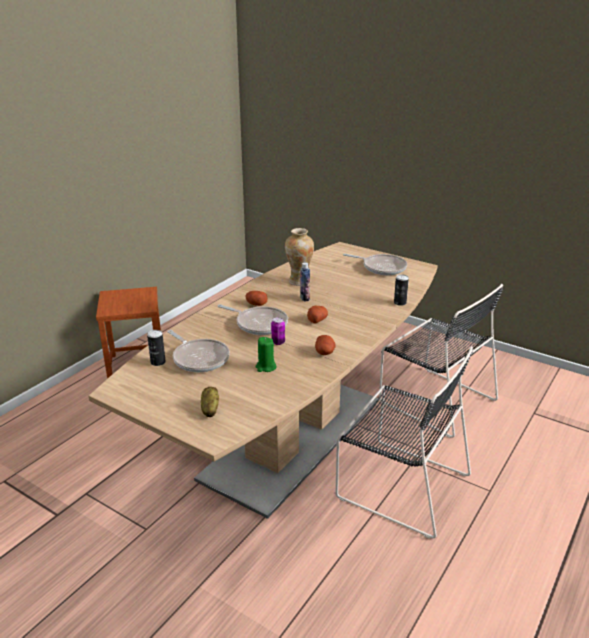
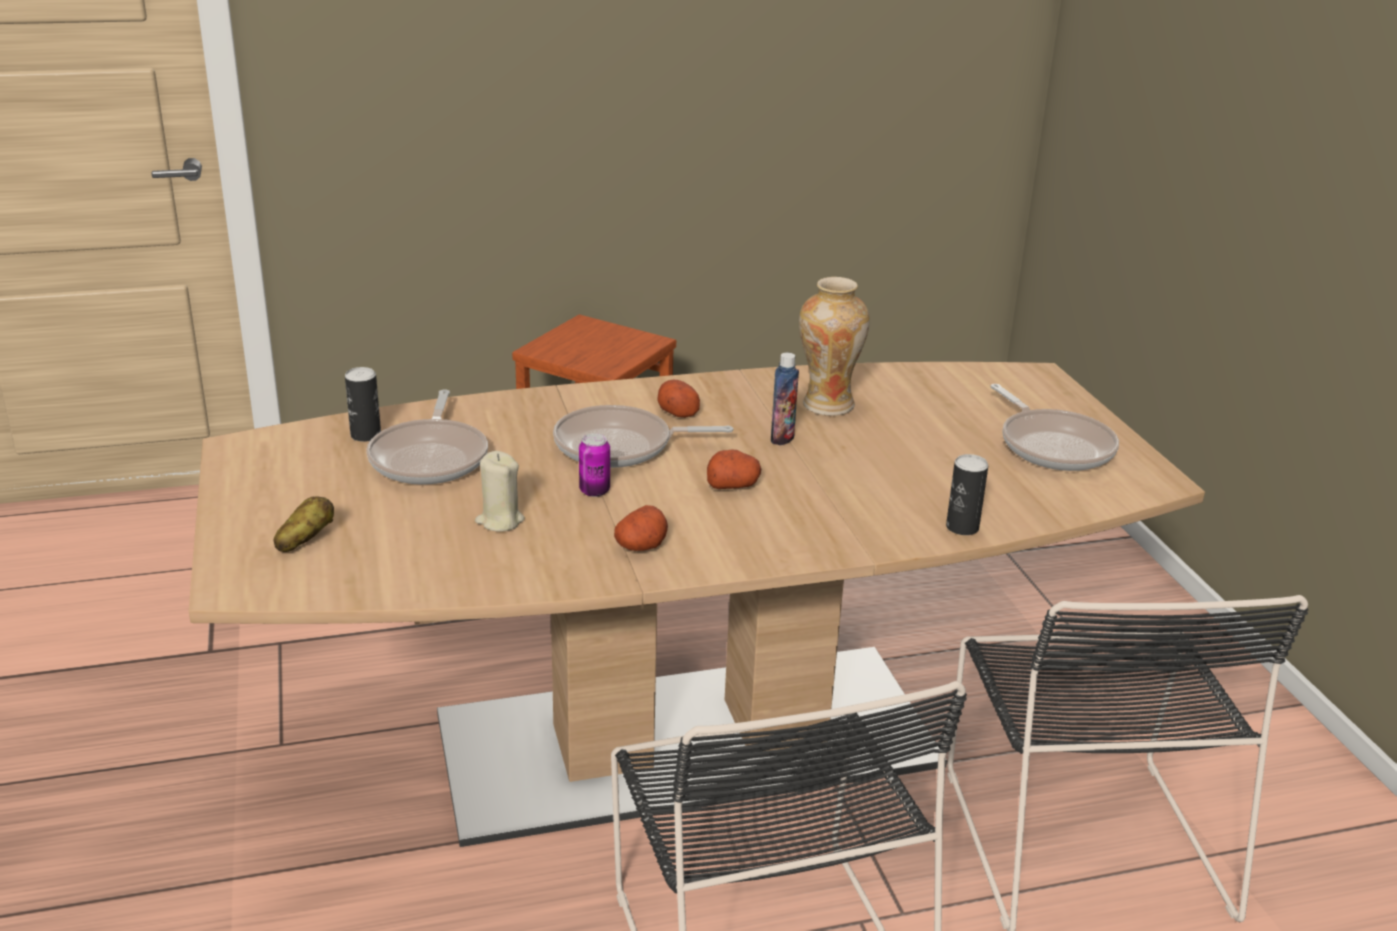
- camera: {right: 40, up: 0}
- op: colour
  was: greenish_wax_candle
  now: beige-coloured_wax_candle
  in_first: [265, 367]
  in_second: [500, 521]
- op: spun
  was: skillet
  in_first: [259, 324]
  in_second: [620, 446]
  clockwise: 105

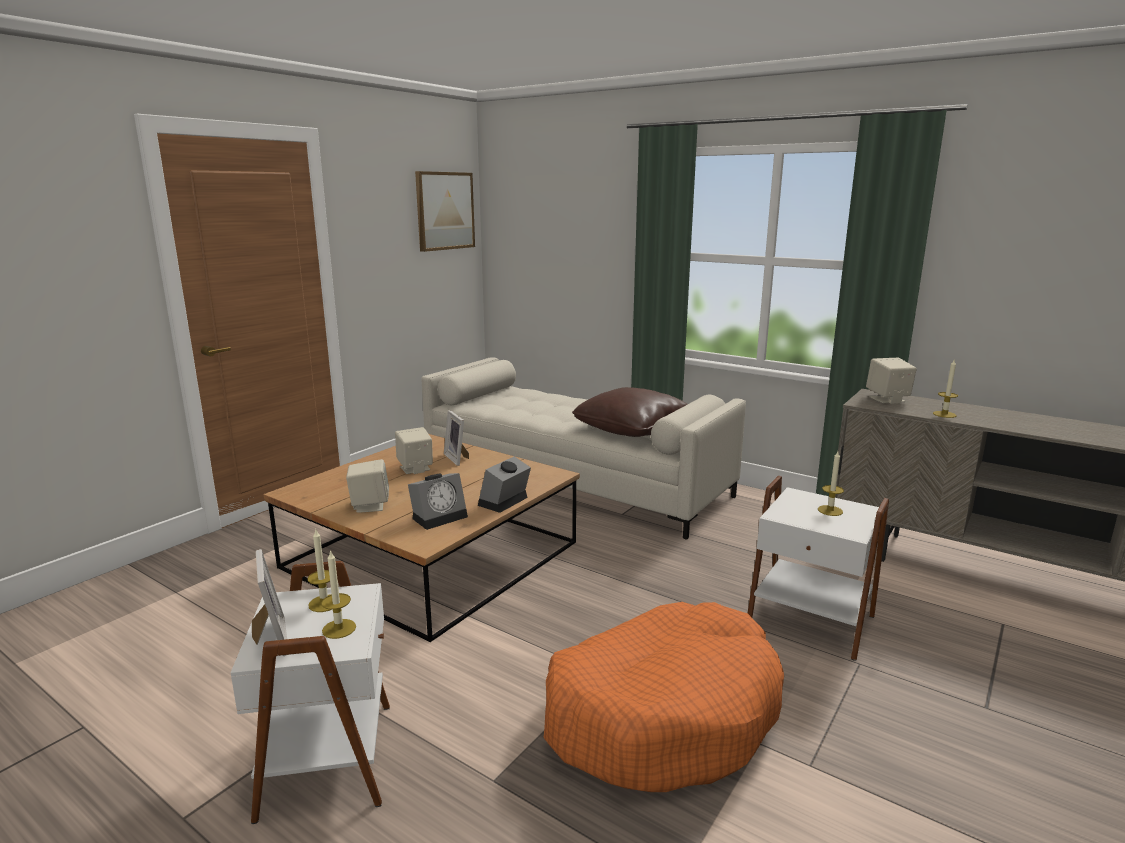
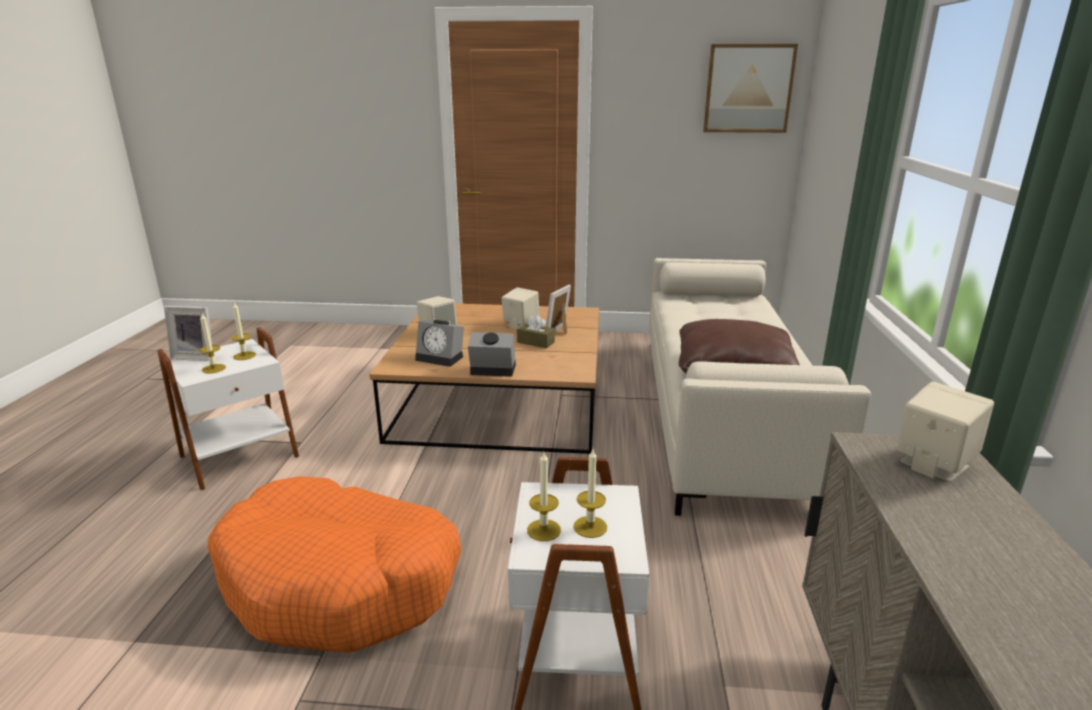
- camera: {right: 60, up: 5}
- op: spun
  was: picture_frame
  in_first: [269, 639]
  in_second: [197, 356]
  clockwise: 60
- op: appeared
  now: brown-coloured_tissue_box
  in_second: [535, 342]
- op: relocated
  was: wax_candle
  in_first: [944, 414]
  in_second: [543, 530]

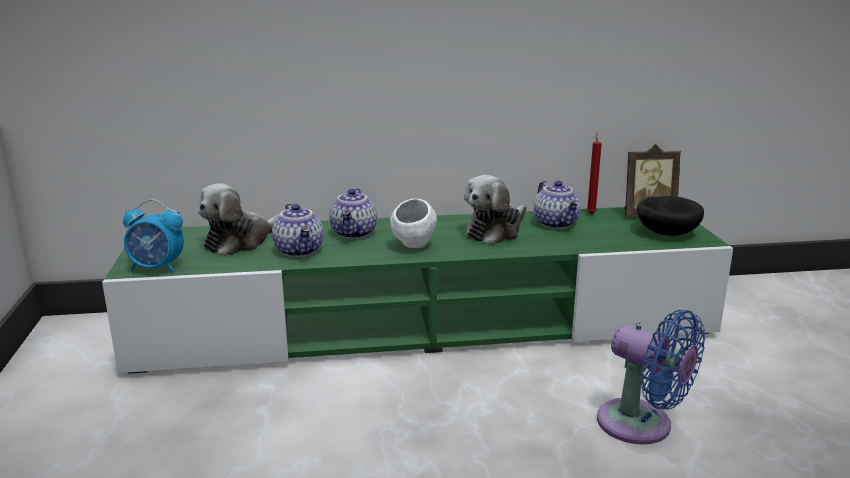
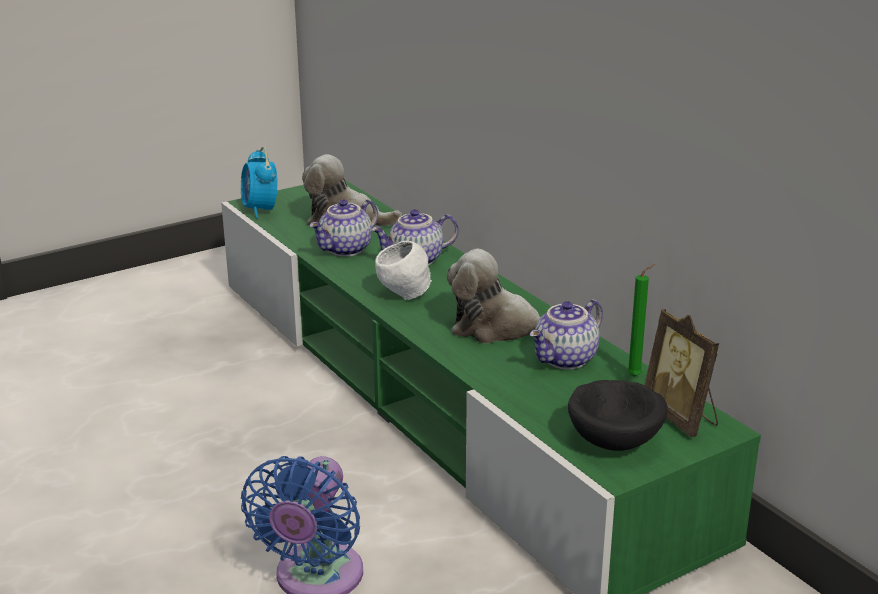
- camera: {right: 65, up: 5}
- op: colour
  was: reddish_wax_candle
  now: greenish_wax_candle
  in_first: [591, 213]
  in_second: [636, 376]

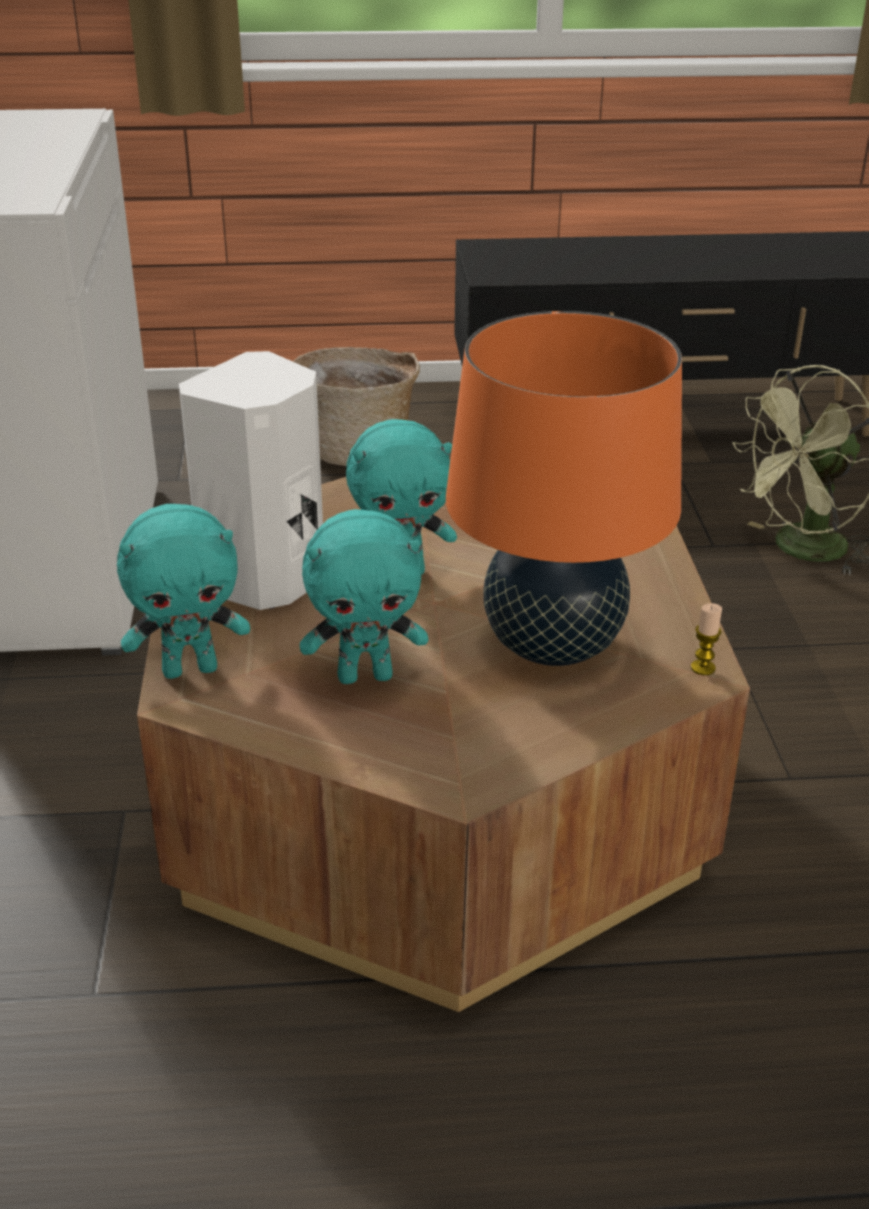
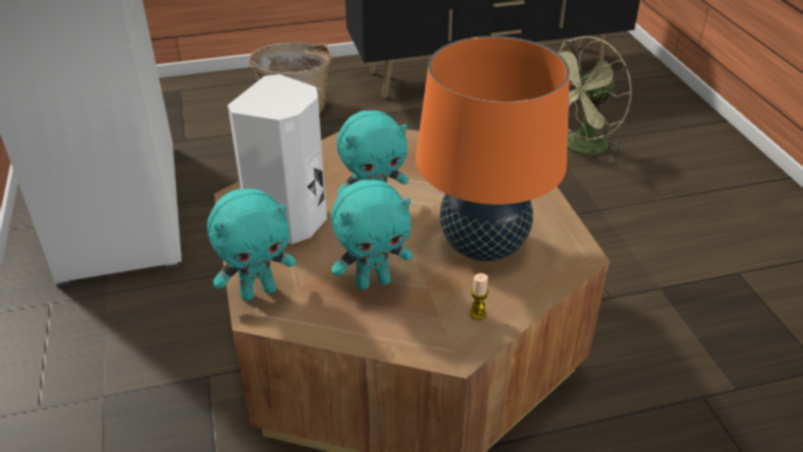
- camera: {right: -10, up: 5}
- op: relocated
  was: wax_candle
  in_first: [703, 668]
  in_second: [477, 313]

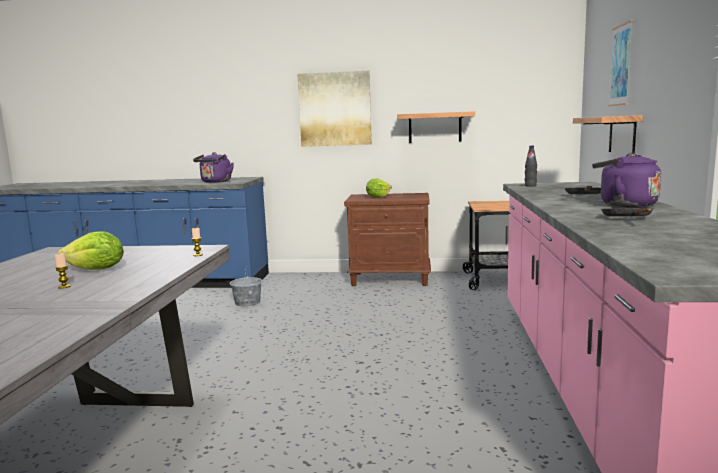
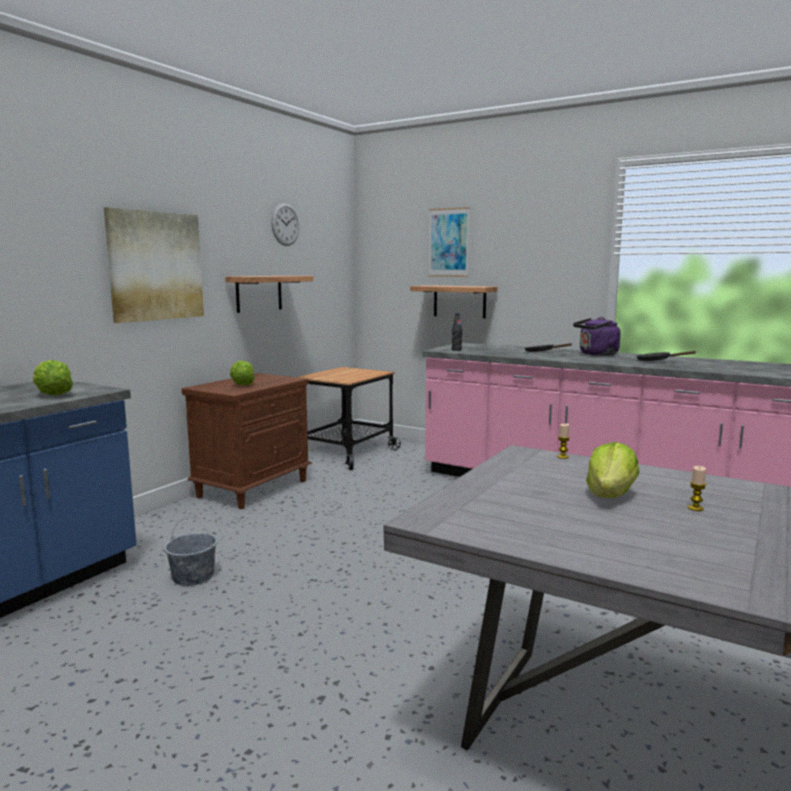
- camera: {right: -65, up: 0}
- op: exchanged
  was: purple-coloured_tea_kettle
  now: head_of_lettuce
  in_first: [215, 182]
  in_second: [52, 395]
- op: appeared
  now: wall_clock
  in_second: [285, 224]

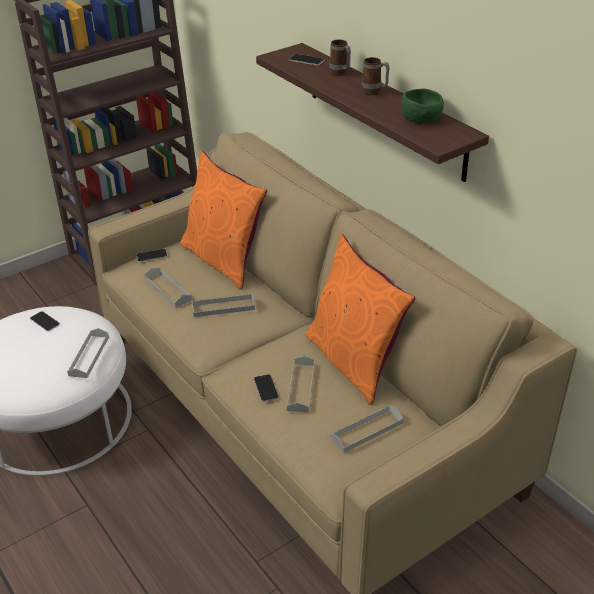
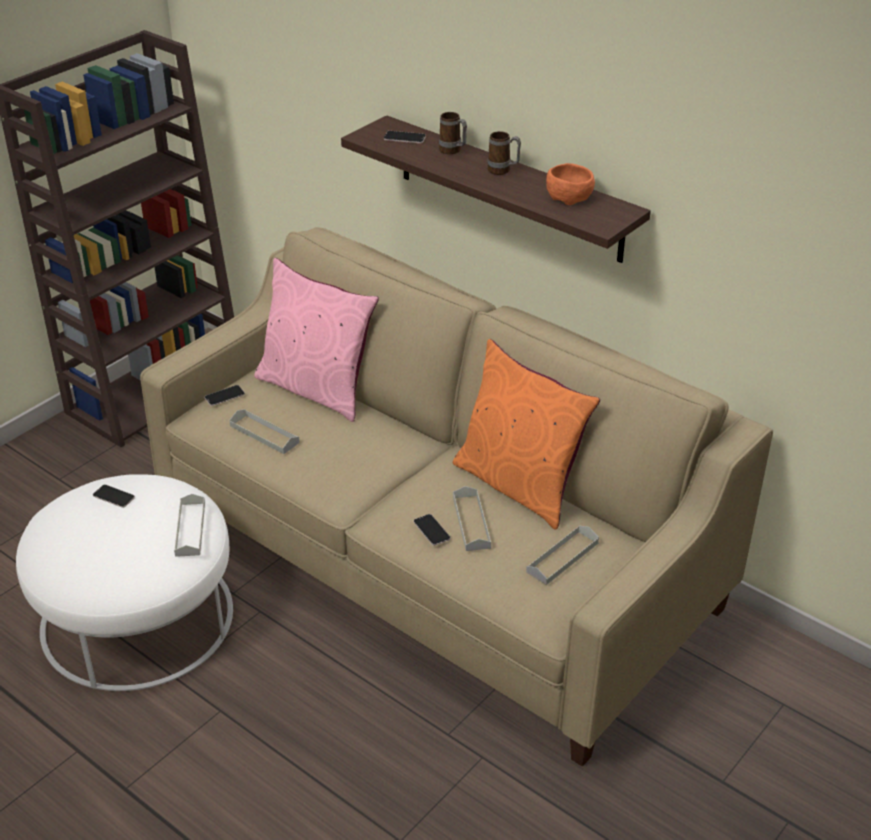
- camera: {right: -15, up: 0}
- op: colour
  was: orange_cushion
  now: pink-coloured_cushion
  in_first: [224, 260]
  in_second: [317, 389]
- op: colour
  was: greenish_bowl
  now: orange_bowl
  in_first: [421, 117]
  in_second: [569, 196]
- op: missing
  was: gray_serving_tray
  in_first: [223, 307]

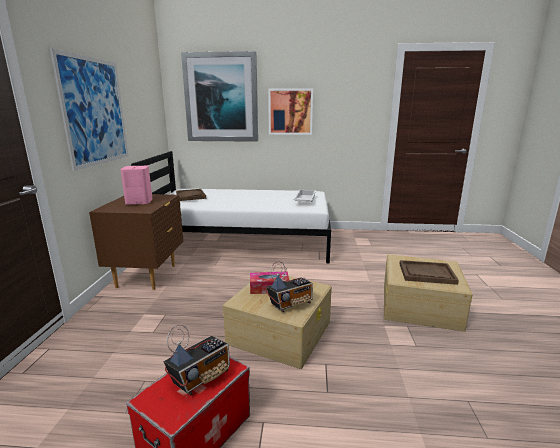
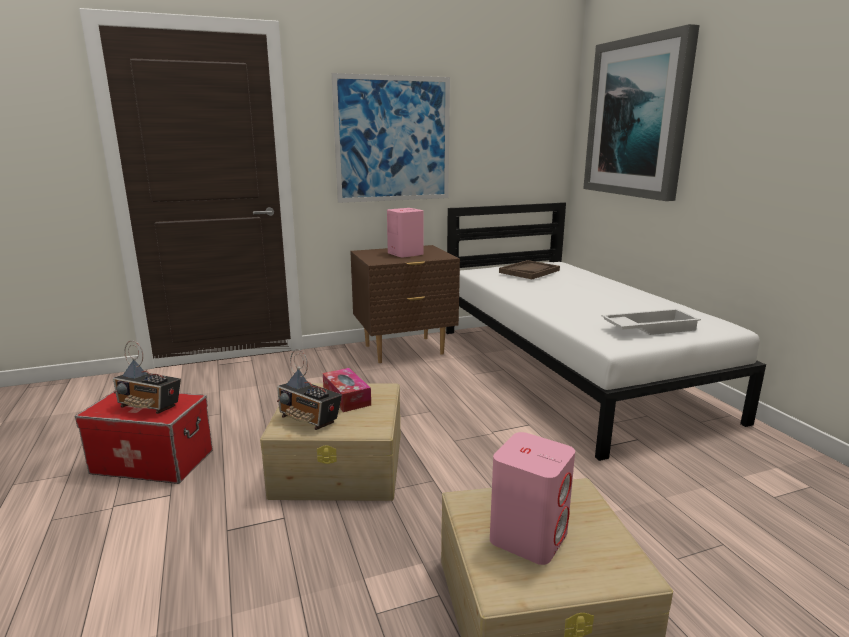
- camera: {right: 65, up: 0}
- op: exchanged
  was: brown-coloured_serving_tray
  now: pink-coloured_loudspeaker
  in_first: [426, 273]
  in_second: [529, 536]
- op: missing
  was: wall_art
  in_first: [290, 112]

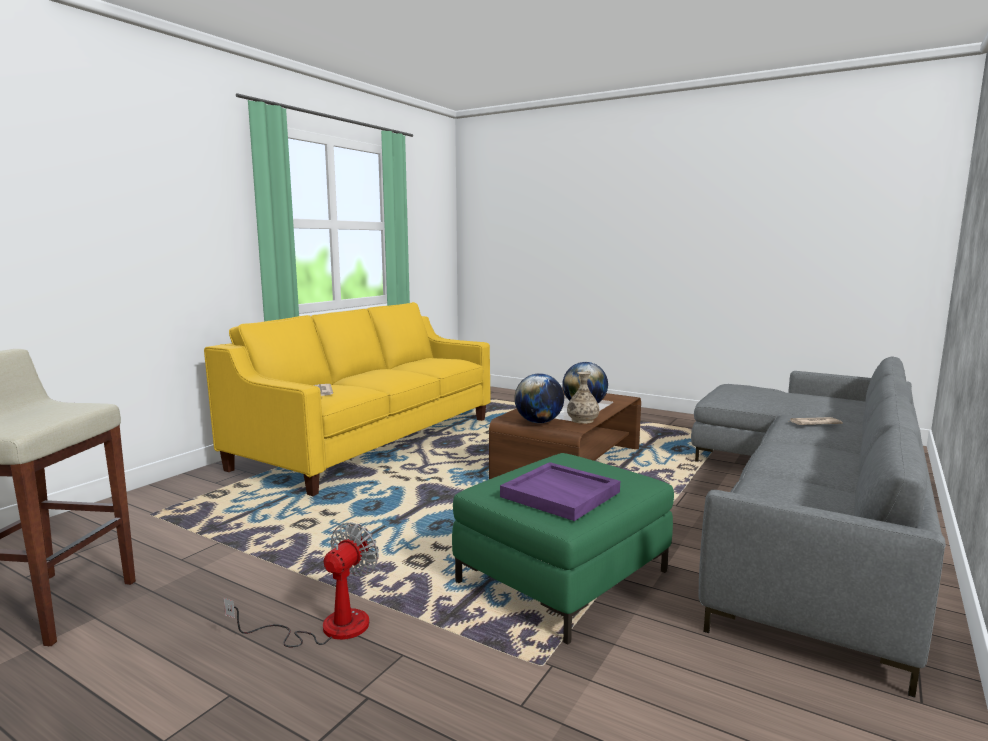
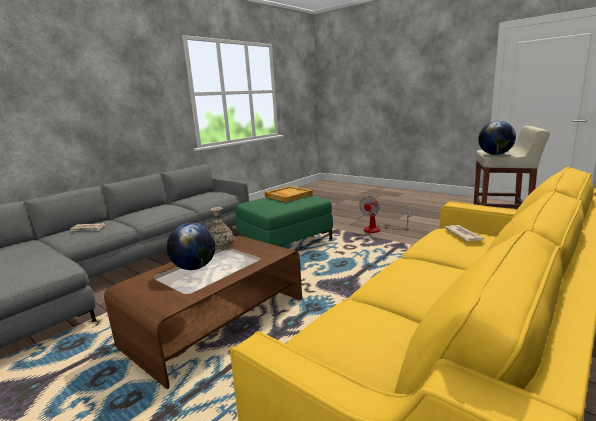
- camera: {right: -170, up: 5}
- op: colour
  was: purple-coloured_serving_tray
  now: beige-coloured_serving_tray
  in_first: [561, 494]
  in_second: [288, 195]
- op: relocated
  was: world_globe
  in_first: [538, 422]
  in_second: [495, 154]

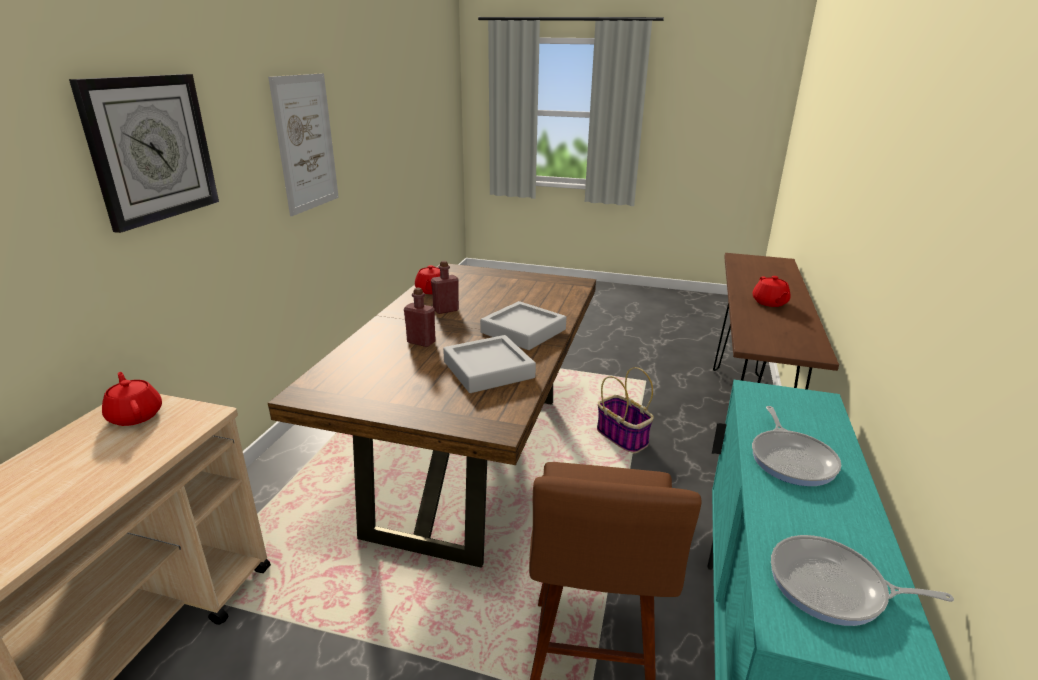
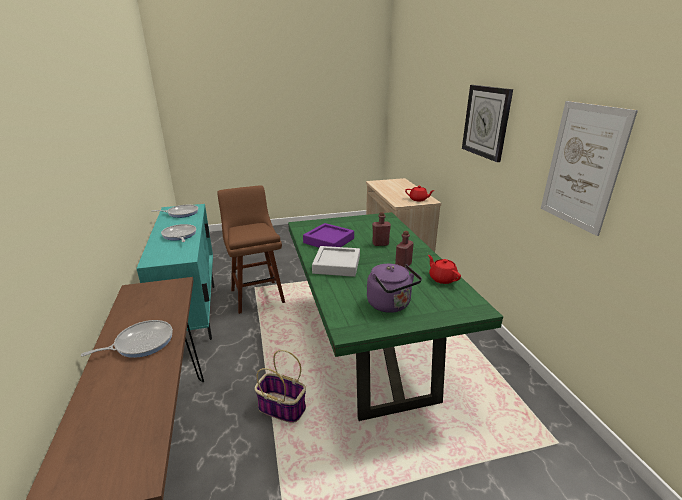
- camera: {right: 150, up: 0}
- op: exchanged
  was: reddish_tea_pot
  now: skillet
  in_first: [769, 303]
  in_second: [141, 343]
- op: colour
  was: brown-coloured_dinner_table
  now: greenish_dinner_table
  in_first: [471, 462]
  in_second: [367, 345]
- op: colour
  was: gray_serving_tray
  now: purple-coloured_serving_tray
  in_first: [488, 370]
  in_second: [329, 241]
- op: appeared
  now: purple-coloured_tea_kettle
  in_second: [390, 305]

